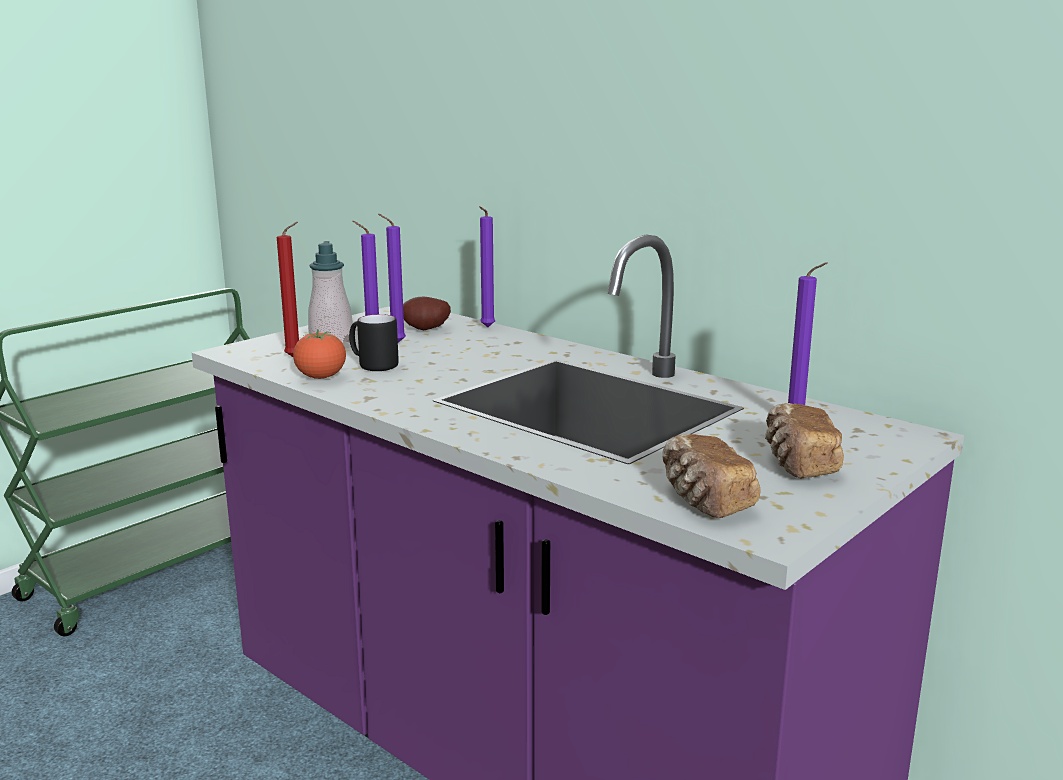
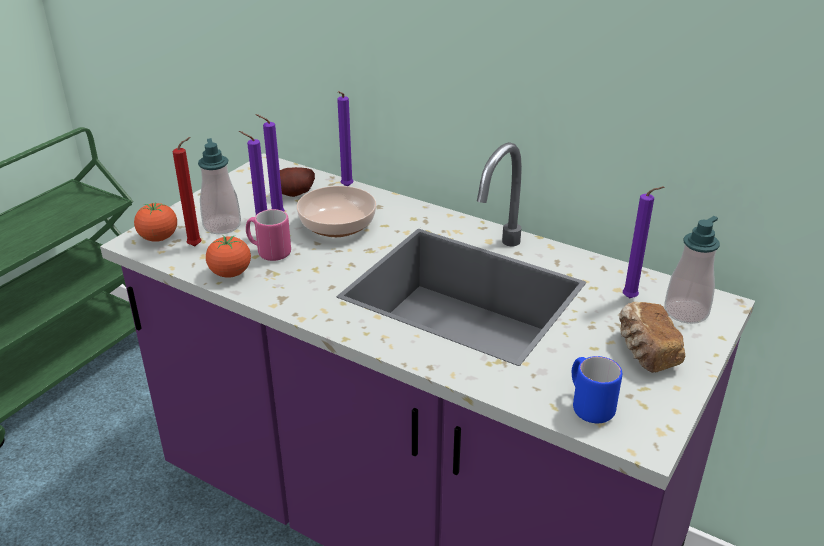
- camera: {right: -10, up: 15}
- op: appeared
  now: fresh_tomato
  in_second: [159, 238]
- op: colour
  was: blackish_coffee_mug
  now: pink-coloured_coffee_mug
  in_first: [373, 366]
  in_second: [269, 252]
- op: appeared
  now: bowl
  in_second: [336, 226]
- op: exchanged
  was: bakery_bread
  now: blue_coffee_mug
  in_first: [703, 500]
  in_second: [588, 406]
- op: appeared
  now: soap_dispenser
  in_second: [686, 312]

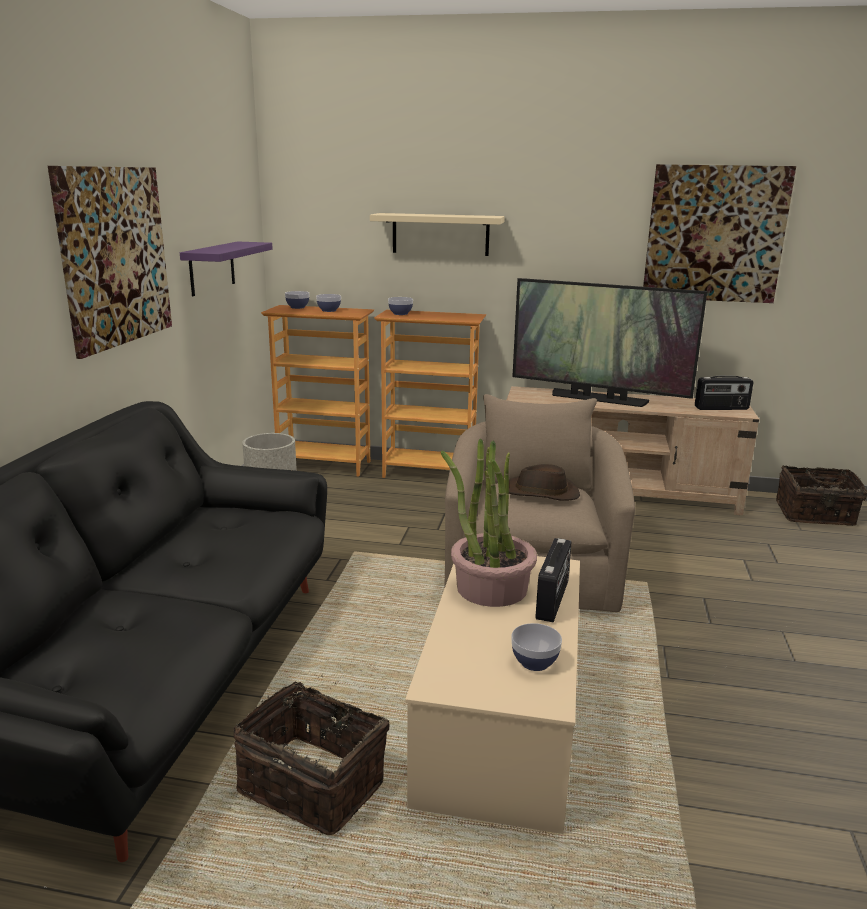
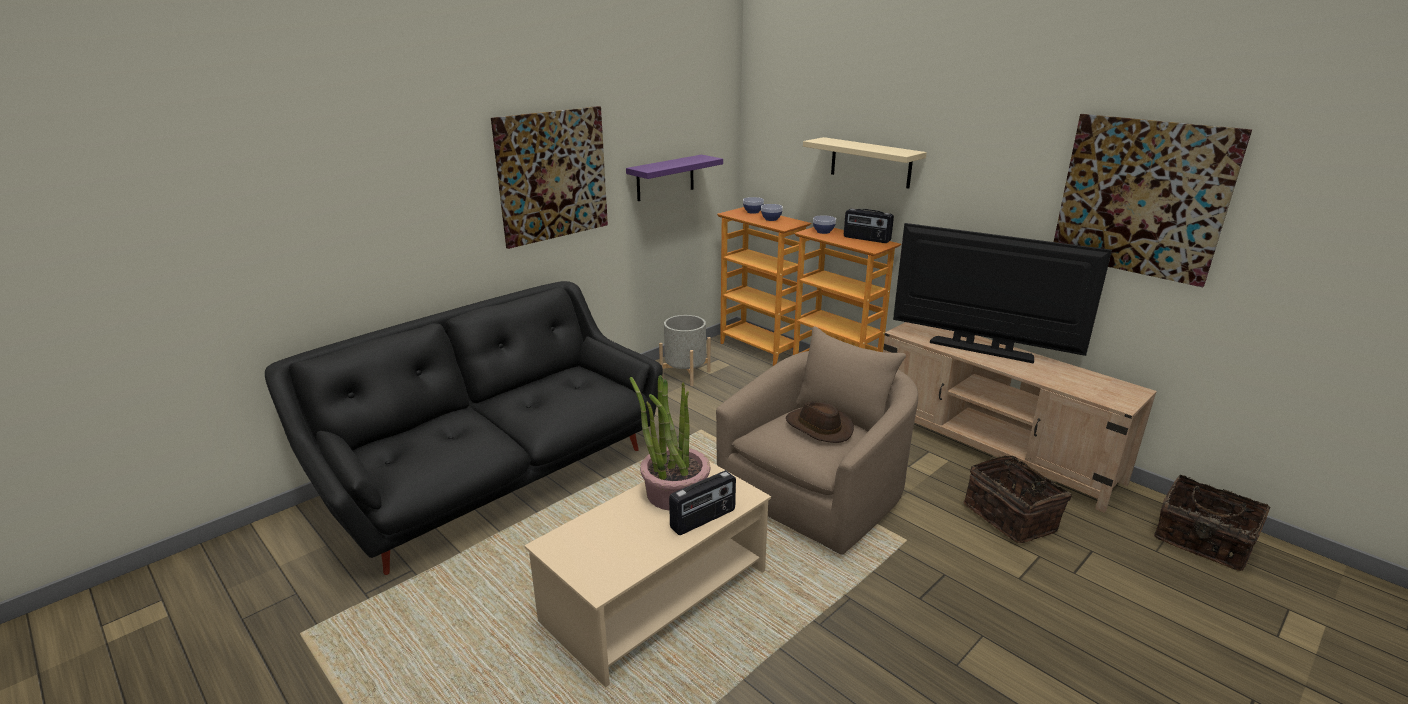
- camera: {right: 35, up: 5}
- op: relocated
  was: radio_receiver
  in_first: [721, 408]
  in_second: [866, 239]
- op: spun
  was: television
  in_first: [598, 398]
  in_second: [981, 349]
  clockwise: 150
- op: relocated
  was: household_basket
  in_first: [315, 783]
  in_second: [1011, 517]
- op: missing
  was: bowl
  in_first: [534, 662]

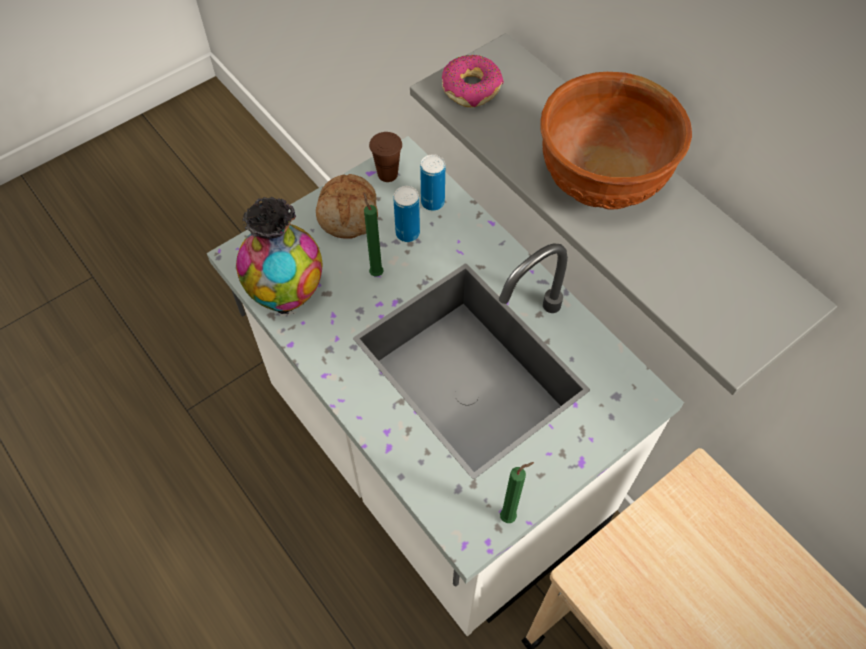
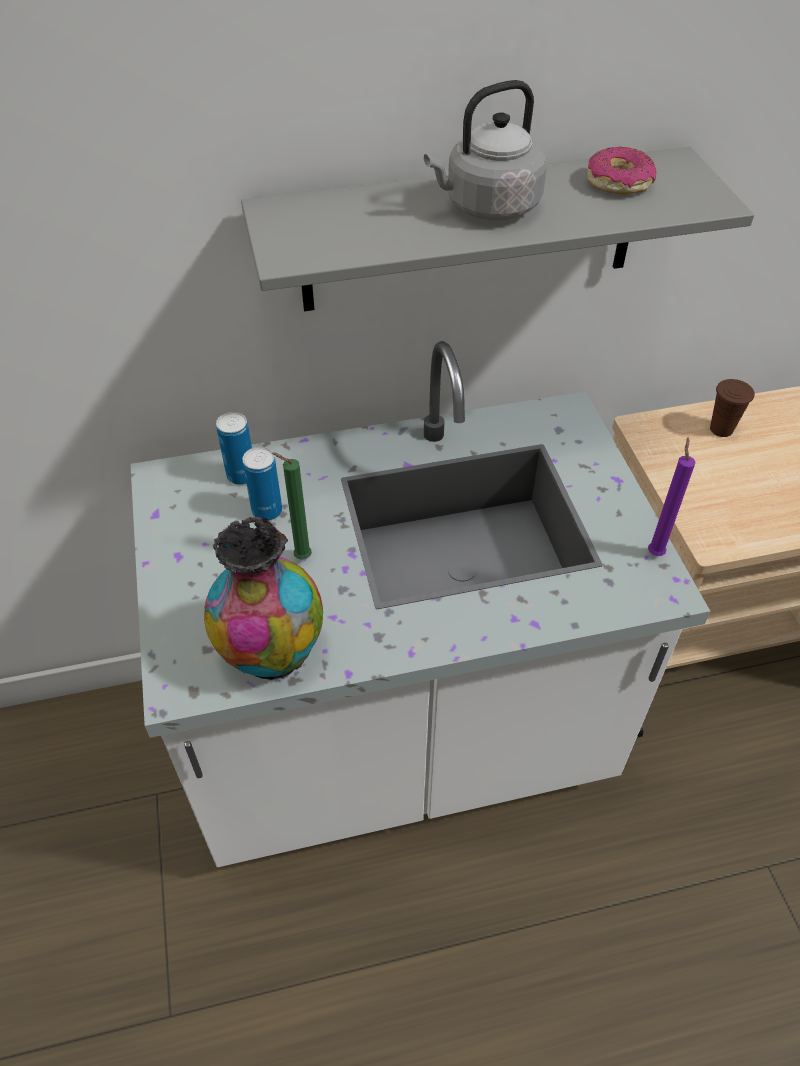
- camera: {right: -65, up: -10}
- op: exchanged
  was: brown-coloured_bowl
  now: gray_tea_kettle
  in_first: [599, 182]
  in_second: [488, 207]
- op: relocated
  was: donut
  in_first: [471, 88]
  in_second: [618, 182]
- op: colour
  was: greenish_wax_candle
  now: purple-coloured_wax_candle
  in_first: [510, 516]
  in_second: [655, 551]
- op: relocated
  was: brown-coloured_drinking_cup
  in_first: [387, 174]
  in_second: [721, 429]
- op: missing
  was: bakery_bread
  in_first: [349, 214]

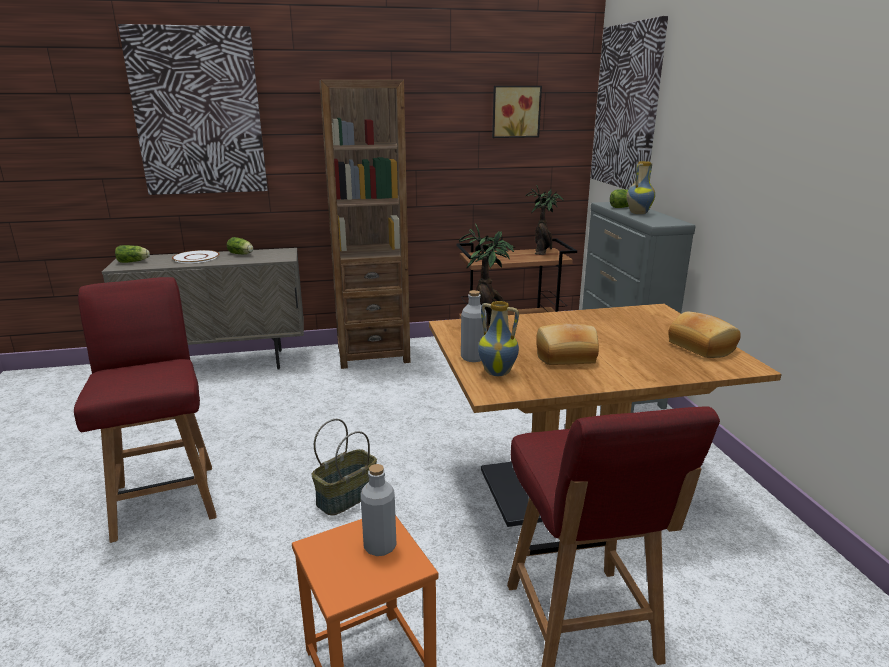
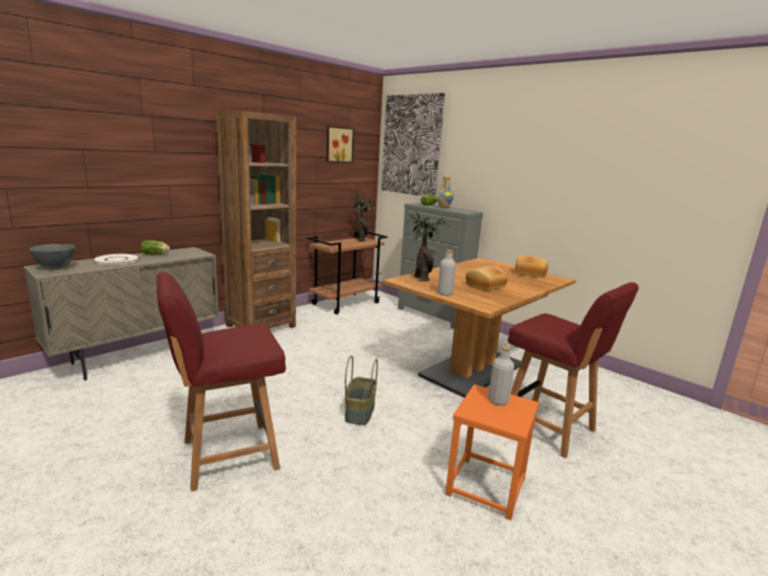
- camera: {right: -35, up: -5}
- op: exchanged
  was: head_of_lettuce
  now: gray_bowl
  in_first: [134, 262]
  in_second: [55, 268]
- op: spun
  was: reddish_upright_chair
  in_first: [165, 499]
  in_second: [227, 455]
  clockwise: -60
- op: missing
  was: wall_art
  in_first: [198, 112]
- op: missing
  was: flower_vase
  in_first: [498, 372]

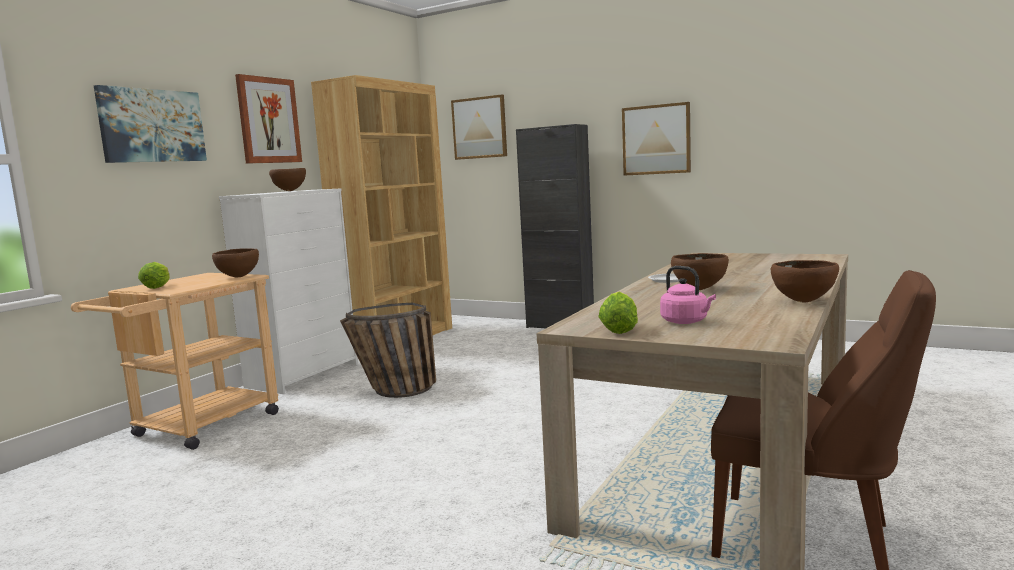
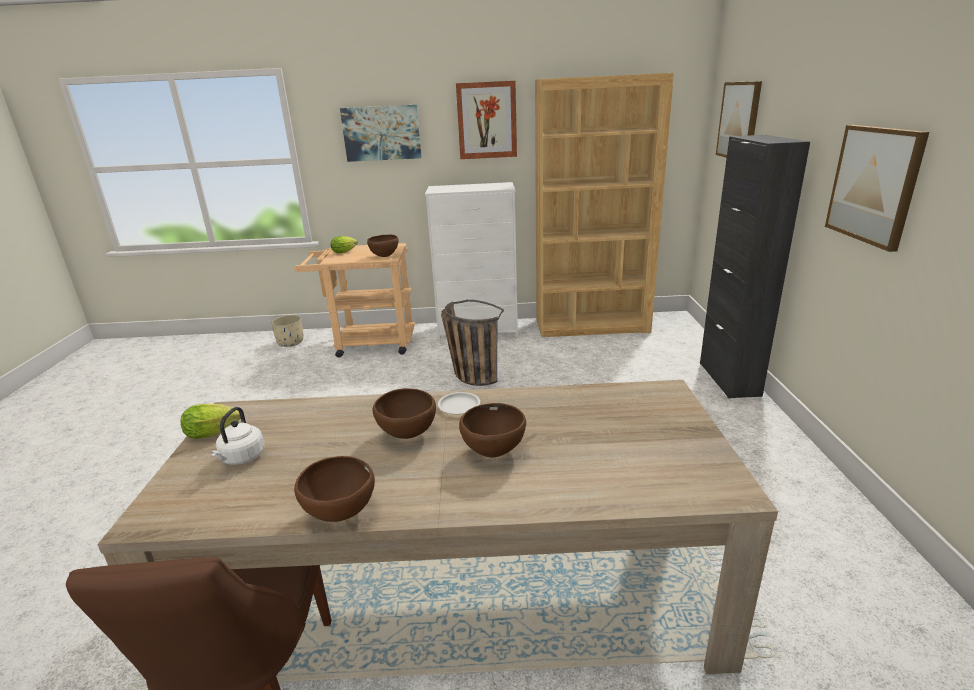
- camera: {right: 60, up: 15}
- op: colour
  was: pink-coloured_tea_kettle
  now: whitish_tea_kettle
  in_first: [686, 322]
  in_second: [241, 458]
- op: appeared
  now: beige-coloured_planter
  in_second: [291, 343]
- op: relocated
  was: brown-coloured_bowl
  in_first: [290, 191]
  in_second: [494, 452]

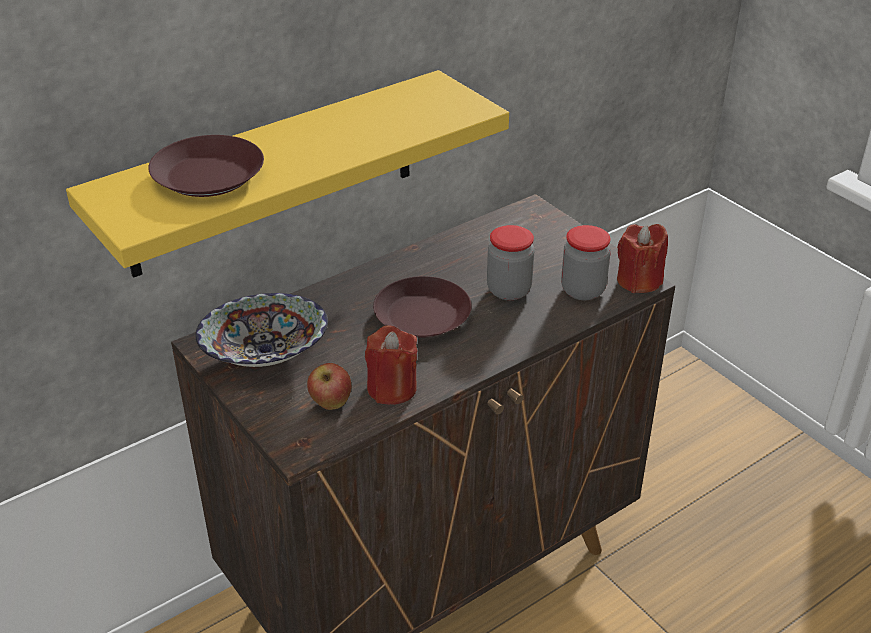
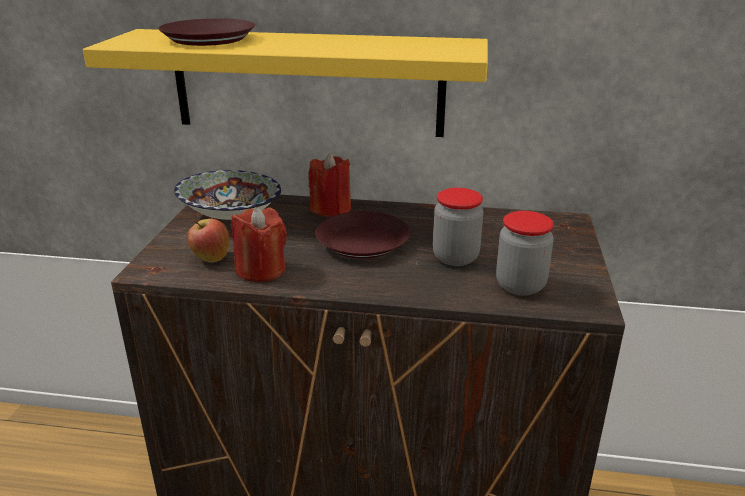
- camera: {right: 45, up: -10}
- op: relocated
  was: reddish_wax_candle
  in_first: [639, 280]
  in_second: [331, 209]

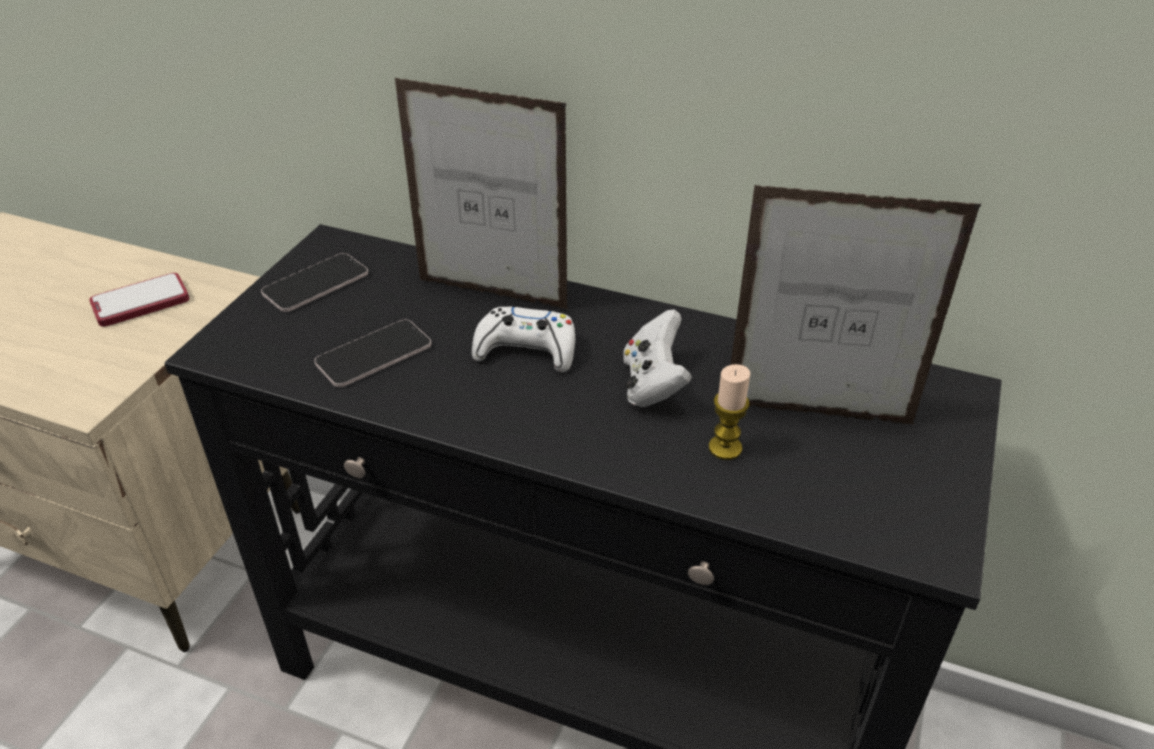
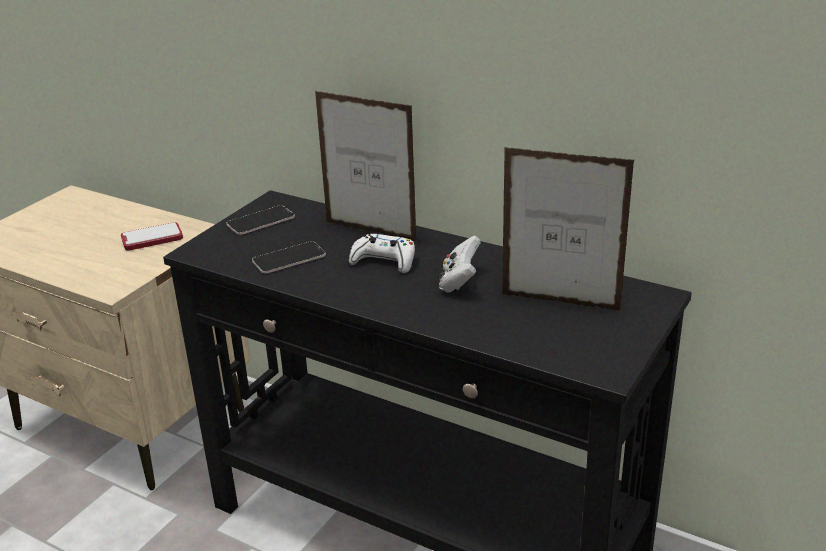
- camera: {right: 10, up: -10}
- op: missing
  was: wax_candle
  in_first: [725, 448]

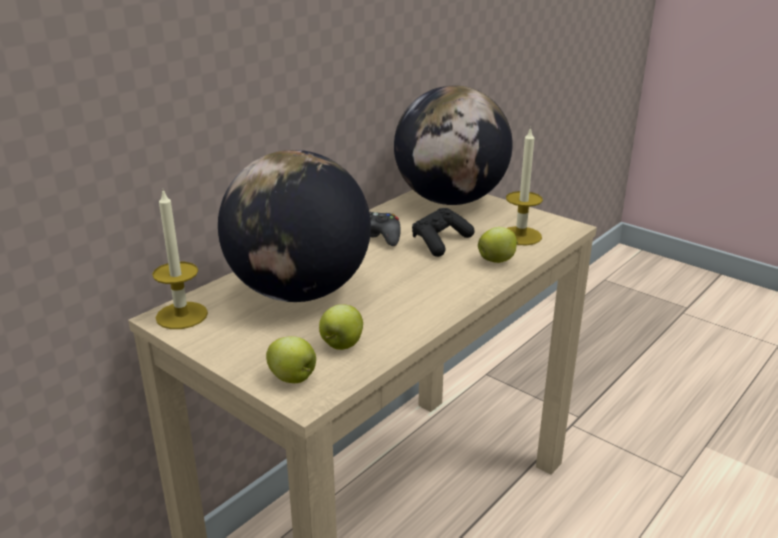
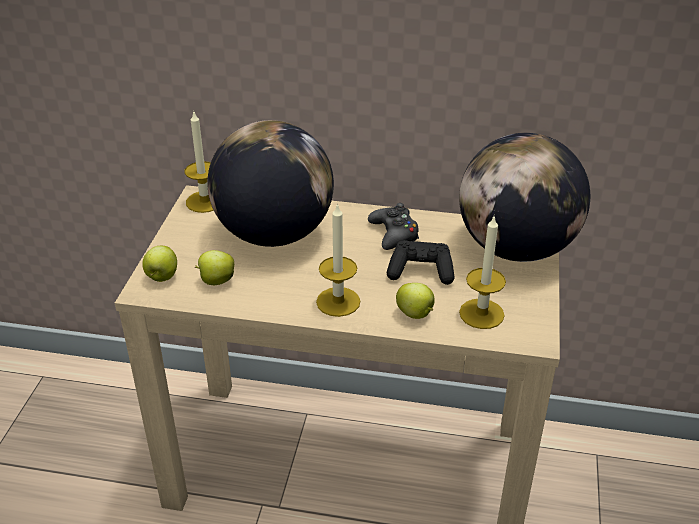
- camera: {right: 60, up: 10}
- op: appeared
  now: wax_candle
  in_second: [338, 302]

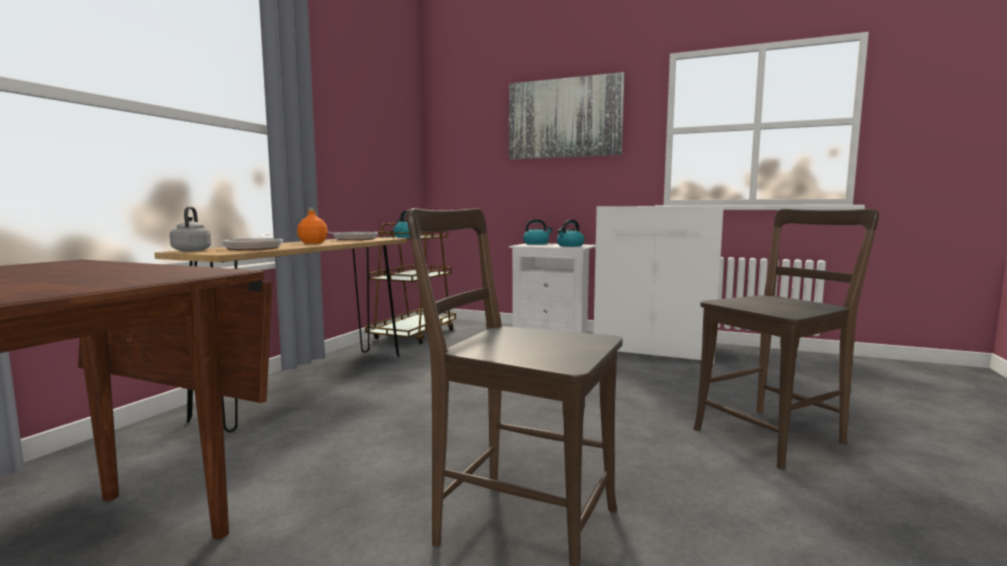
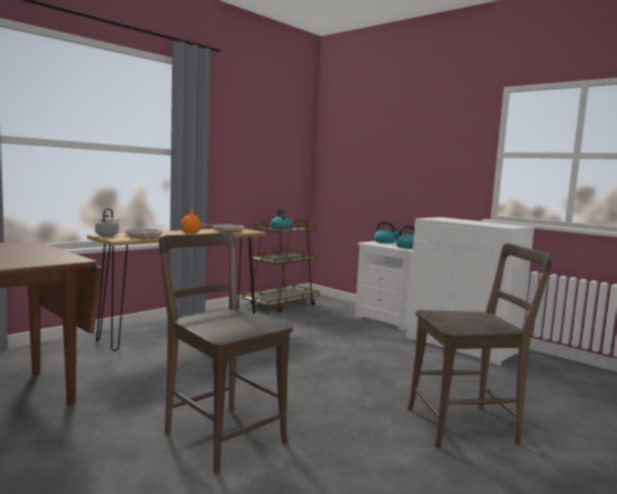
- camera: {right: 20, up: 0}
- op: missing
  was: wall_art
  in_first: [564, 118]

